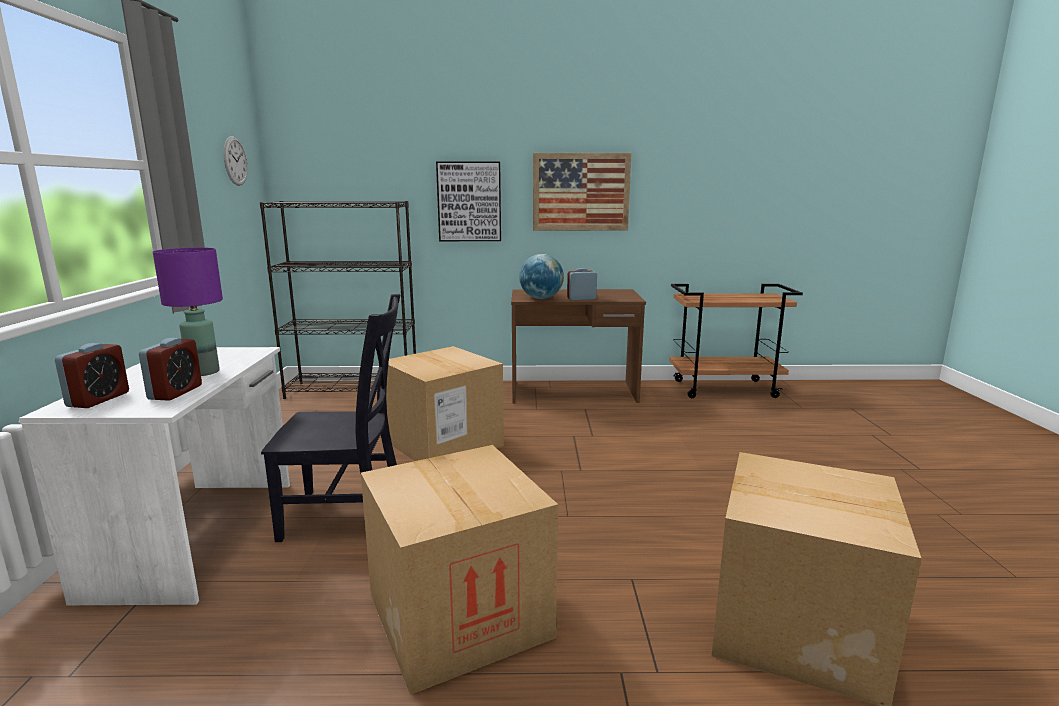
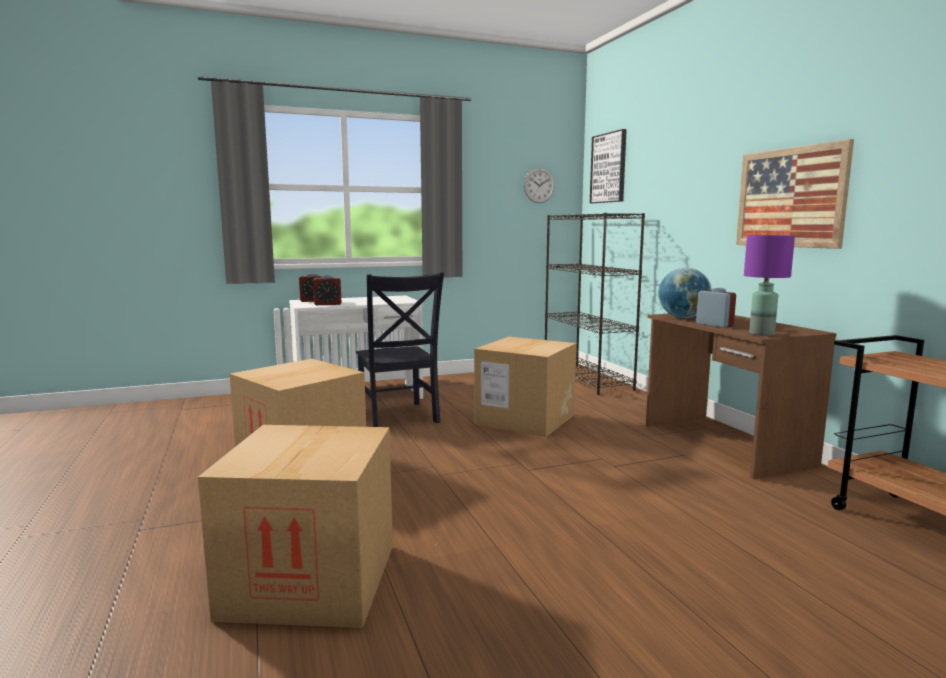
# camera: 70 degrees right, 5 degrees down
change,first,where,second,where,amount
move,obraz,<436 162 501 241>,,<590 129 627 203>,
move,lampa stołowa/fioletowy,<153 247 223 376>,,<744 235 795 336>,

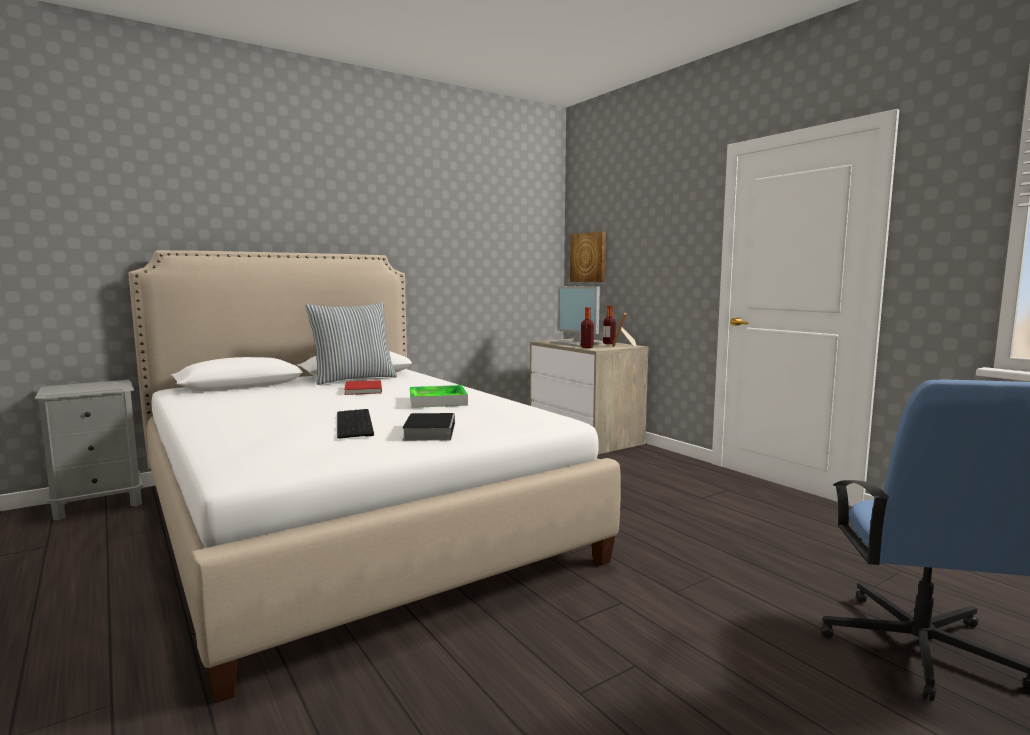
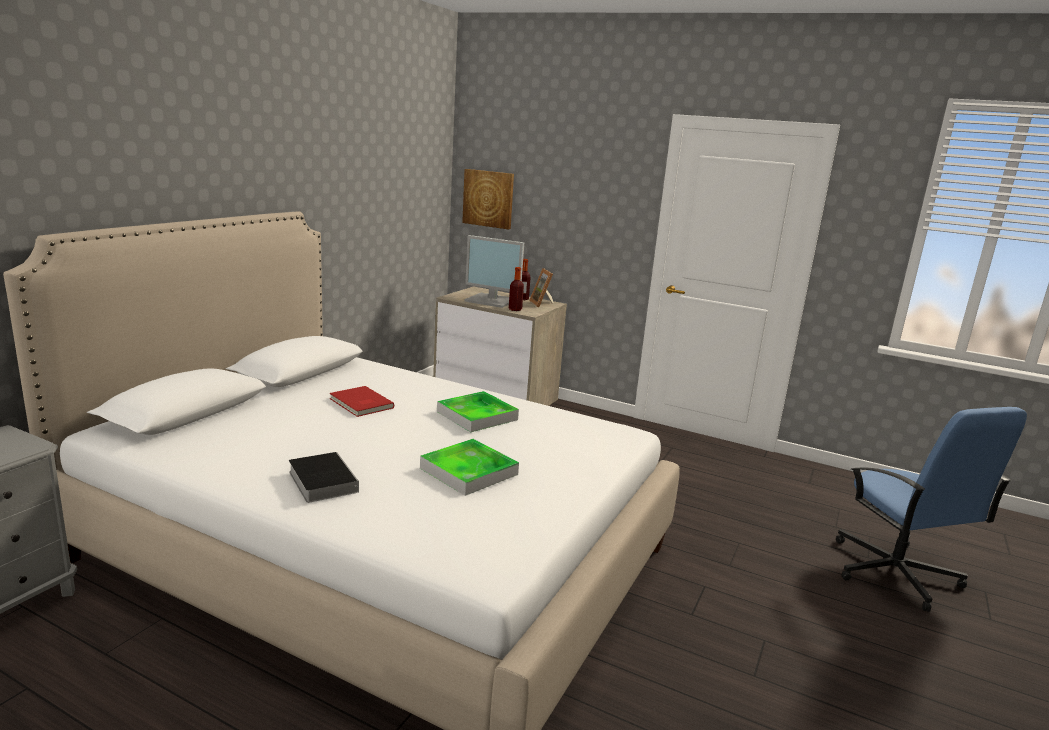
# camera: 30 degrees left, 10 degrees up
change,first,where,second,where,amount
delete,poduszka,<305 302 397 385>,,,
replace,klawiatura,<337 409 374 439>,taca,<420 439 519 496>,
move,książka,<402 413 455 441>,,<289 452 359 503>,

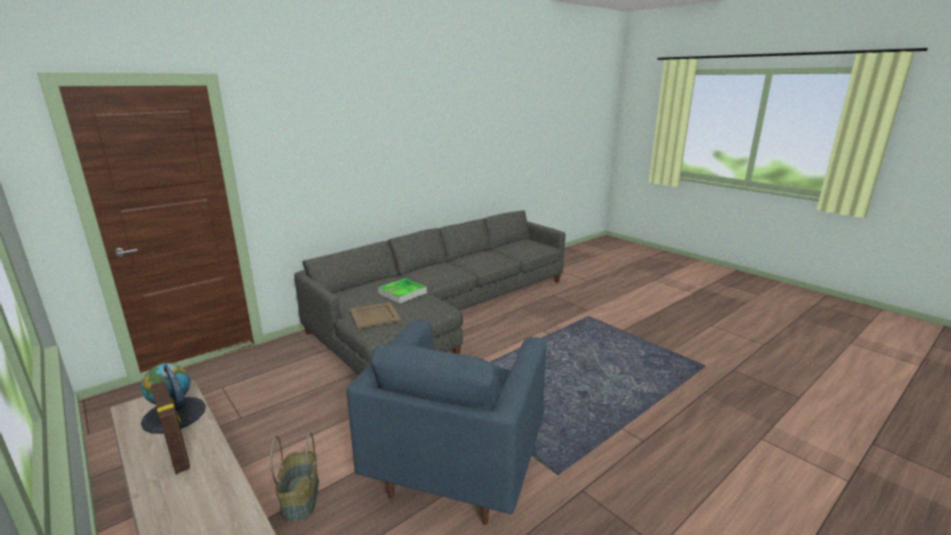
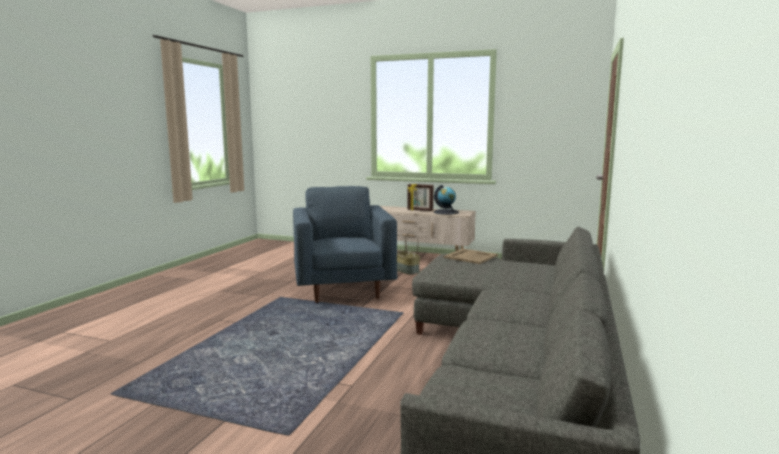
# camera: 150 degrees right, 10 degrees down
change,first,where,second,where,amount
delete,taca,<378 278 427 304>,,,

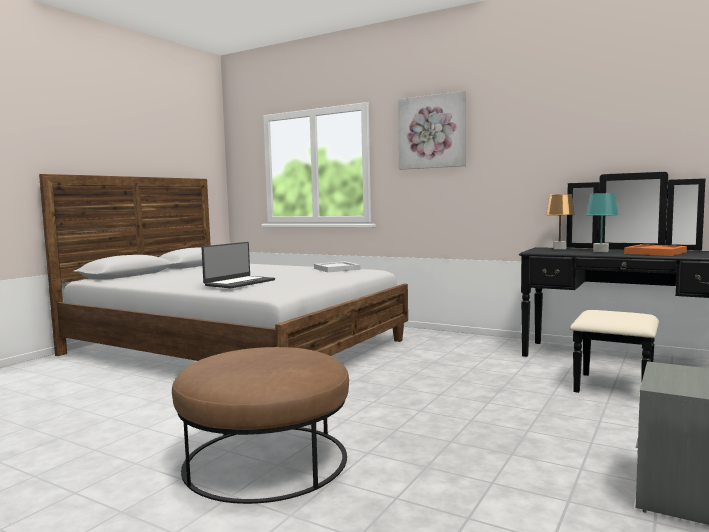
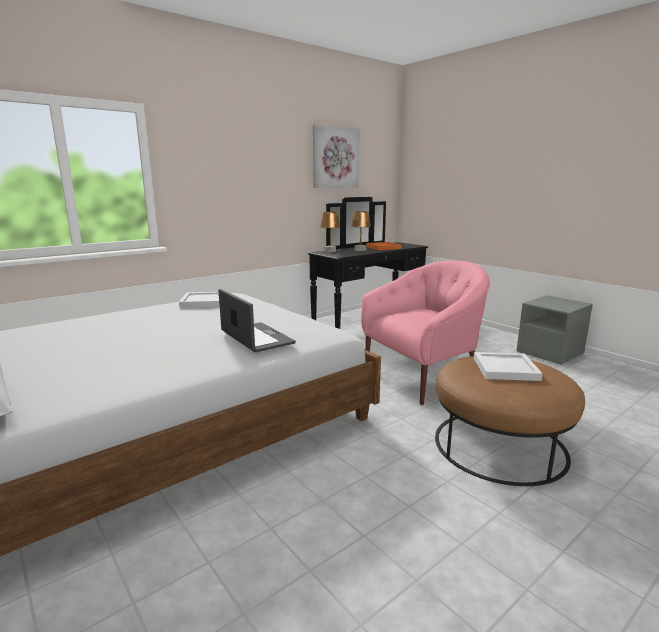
# camera: 70 degrees left, 10 degrees up
change,first,where,second,where,amount
move,obraz,<398 91 466 170>,,<313 124 360 188>,
recolor,lampa stołowa/turkusowy,<586 193 619 252>,lampa stołowa/brązowy,<351 211 371 251>,
insert,,,fotel/różowy,<361 260 490 405>,
insert,,,taca/biały,<474 352 543 381>,

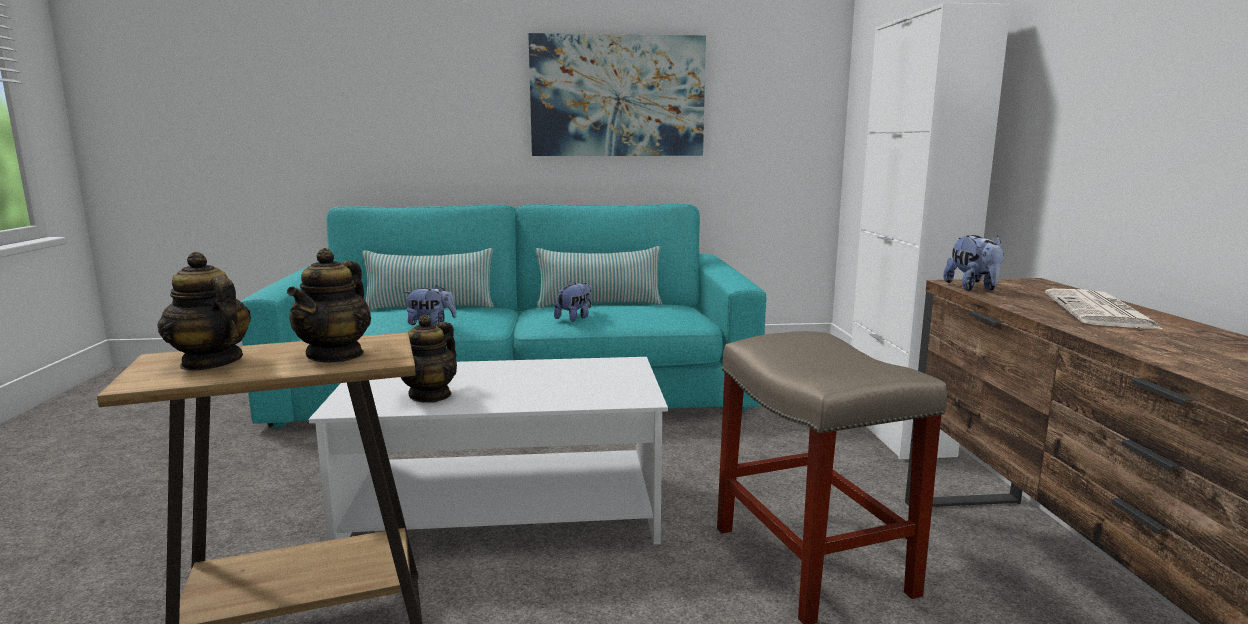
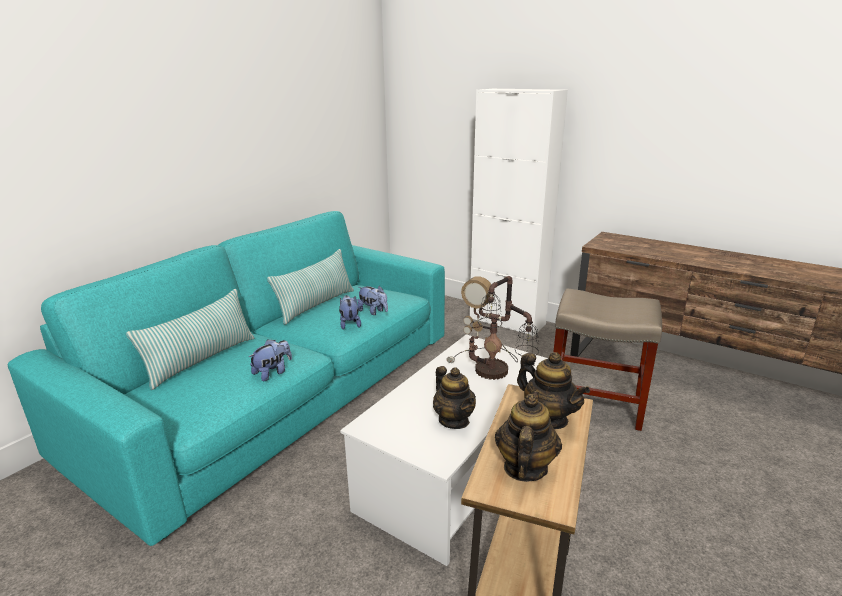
# camera: 50 degrees left, 10 degrees up
change,first,where,second,where,amount
delete,obraz,<528 33 706 156>,,,
move,pluszak,<943 235 1004 291>,,<357 286 388 315>,
rotate,imbryk,<157 252 251 371>,,<495 391 562 482>,120 degrees clockwise
delete,gazeta,<1045 289 1162 329>,,,
insert,,,lampa stołowa,<446 276 539 380>,

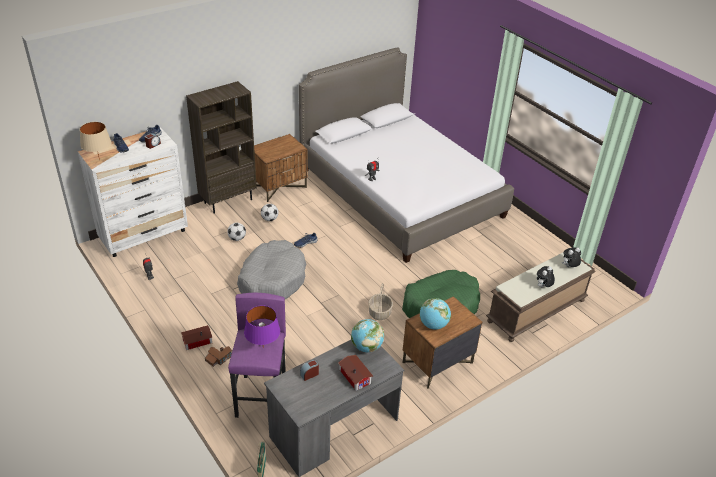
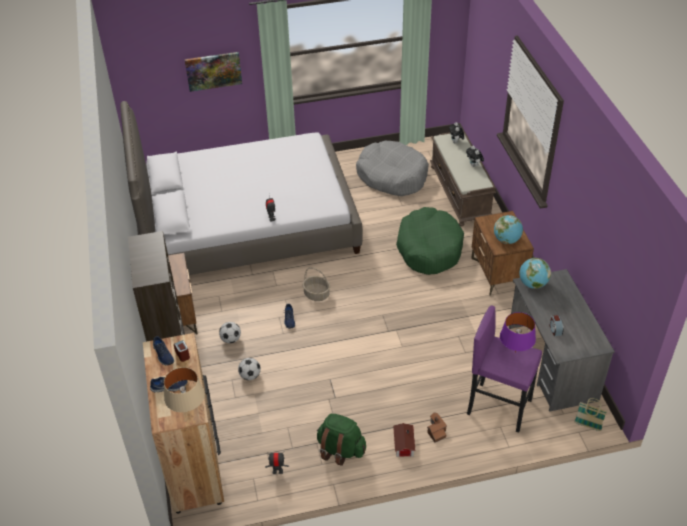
# camera: 65 degrees left, 5 degrees up
change,first,where,second,where,amount
recolor,komoda/biały,<78 127 188 257>,komoda/brązowy,<143 333 224 514>,
move,legowisko/szary,<237 240 306 299>,,<356 141 429 196>,
move,koszyk,<368 284 393 320>,,<303 267 330 301>,
delete,domek,<338 355 373 391>,,,
insert,,,obraz,<185 52 242 92>,
insert,,,plecak/zielony,<317 414 366 466>,

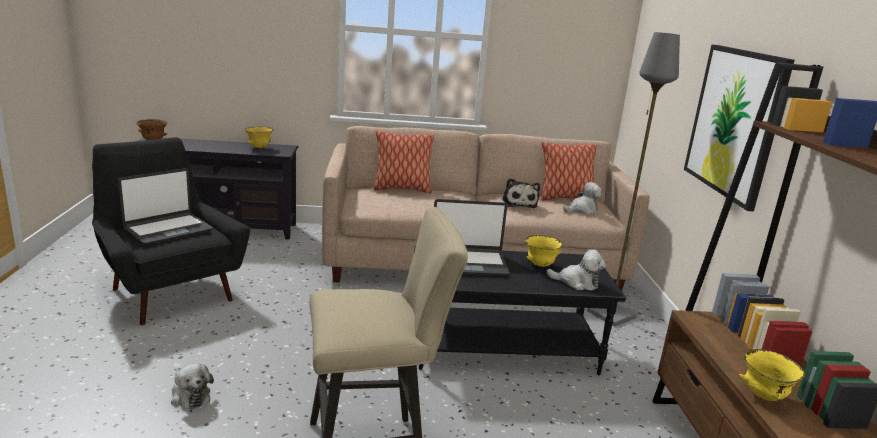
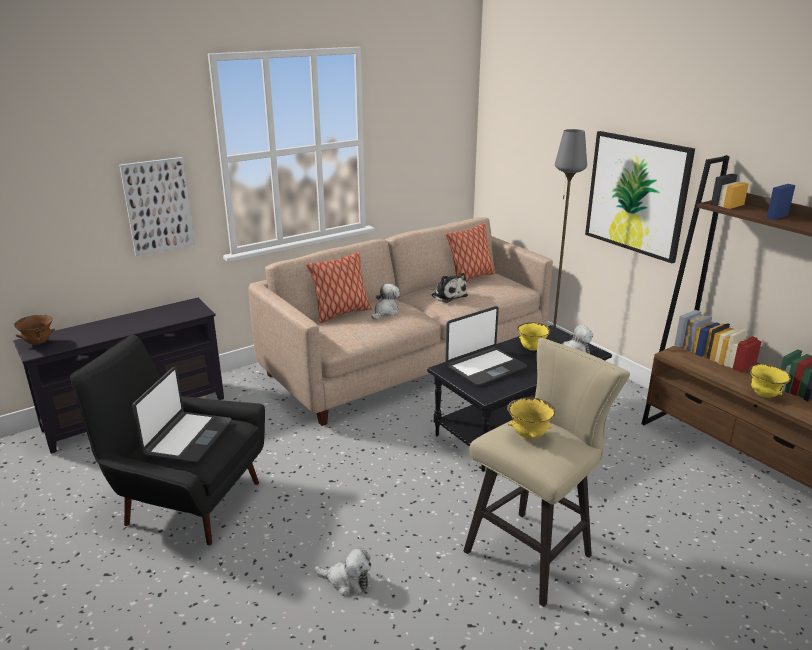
# camera: 30 degrees left, 5 degrees up
change,first,where,second,where,amount
move,miska/żółty,<245 126 273 149>,,<507 397 555 439>,
move,pluszak,<563 182 602 215>,,<371 284 400 320>,
insert,,,obraz,<119 157 195 256>,

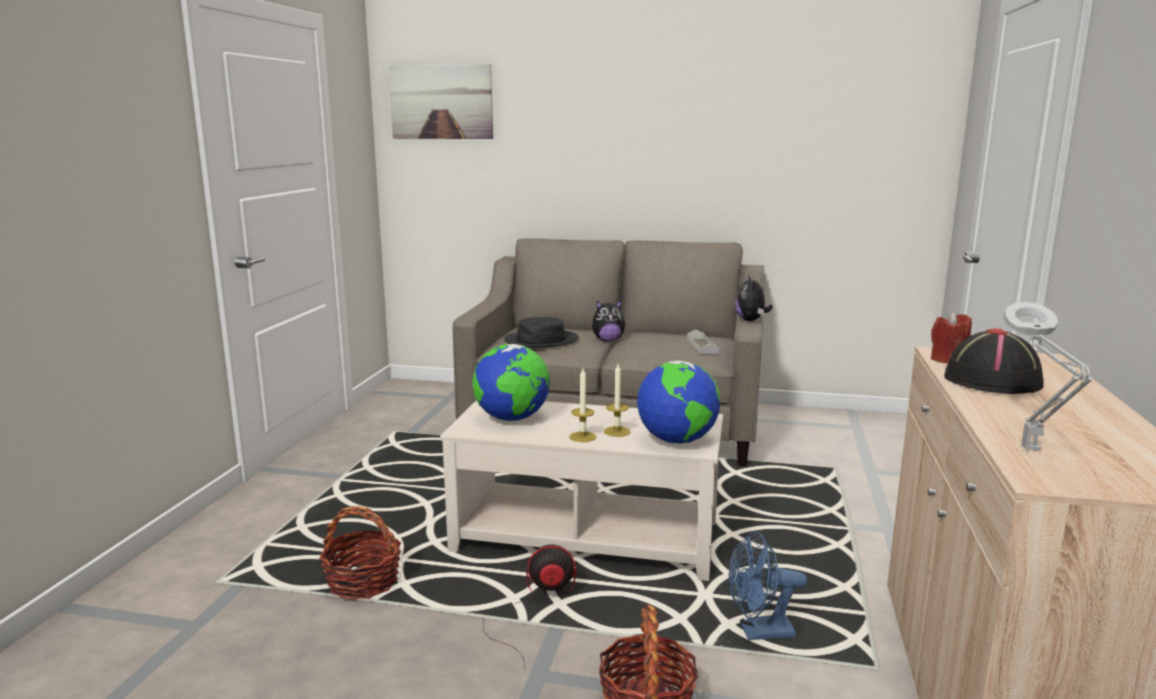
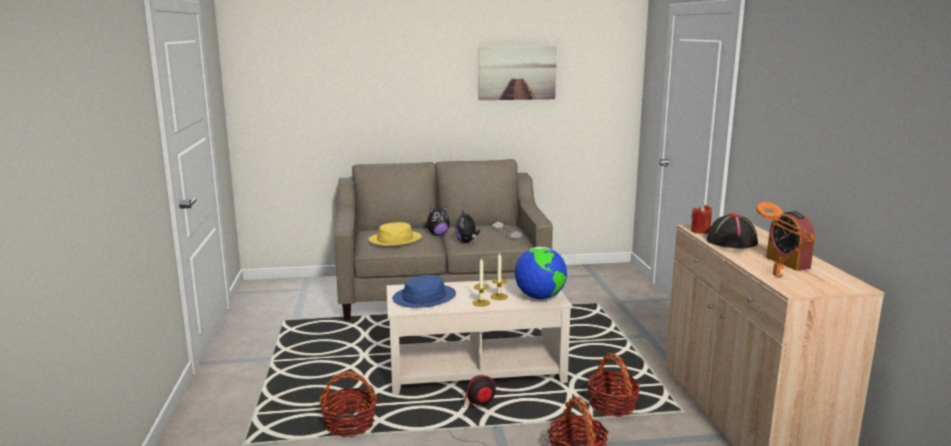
# camera: 20 degrees left, 0 degrees up
change,first,where,second,where,amount
move,obraz,<388 64 493 139>,,<479 46 557 100>,
move,pluszak,<735 276 773 321>,,<455 210 480 243>,
recolor,lampa stołowa/szary,<1003 302 1092 451>,lampa stołowa/pomarańczowy,<756 202 815 277>,
recolor,kapelusz/czarny,<504 317 579 348>,kapelusz/żółty,<368 222 422 246>,
replace,globus,<472 344 550 421>,kapelusz/niebieski,<392 275 456 308>,
replace,wentylator/niebieski,<728 531 807 640>,koszyk,<587 353 640 417>,
insert,,,budzik,<766 211 815 271>,

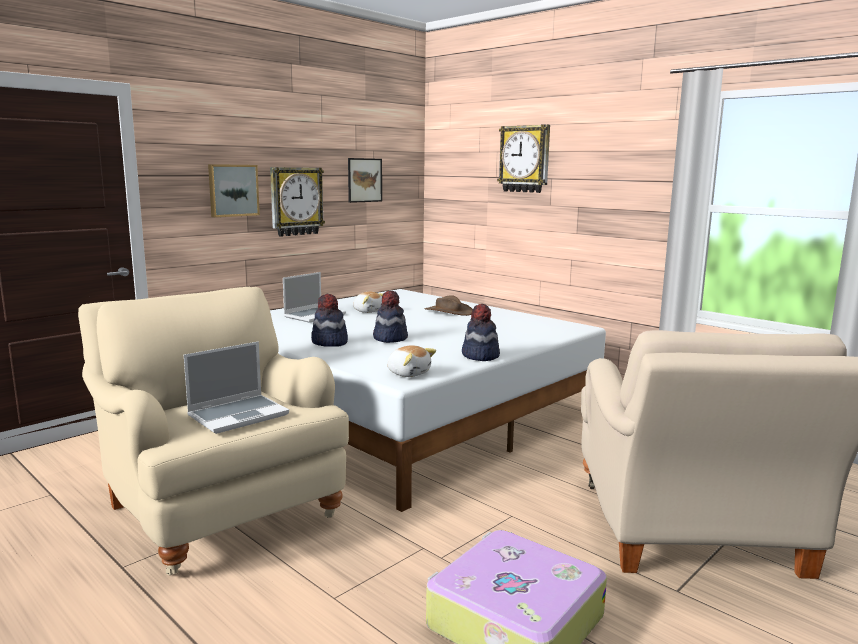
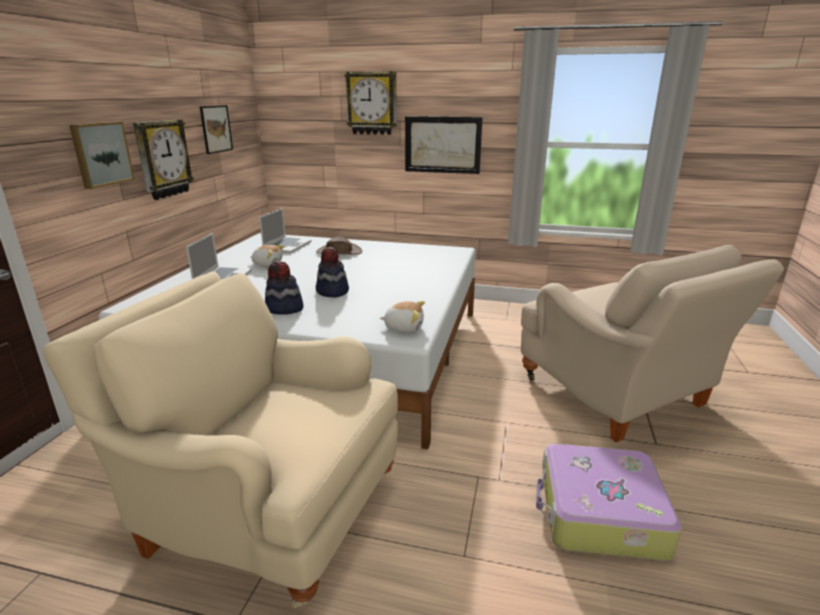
# camera: 30 degrees left, 10 degrees up
change,first,where,second,where,amount
delete,kapelusz,<462 304 500 361>,,,
move,laptop,<184 341 289 434>,,<259 208 312 253>,
insert,,,obraz,<405 116 483 174>,

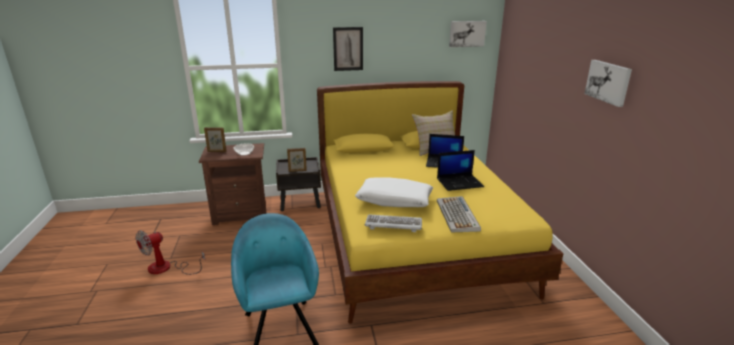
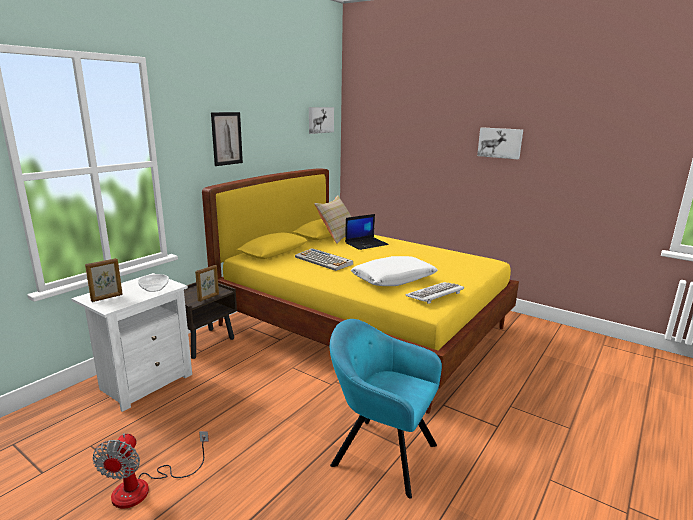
# camera: 45 degrees left, 5 degrees down
change,first,where,second,where,amount
recolor,szafka nocna/brązowy,<199 143 267 225>,szafka nocna/biały,<71 273 192 412>,
delete,laptop,<437 150 484 191>,,,
move,klawiatura,<437 196 481 233>,,<295 248 353 271>,

